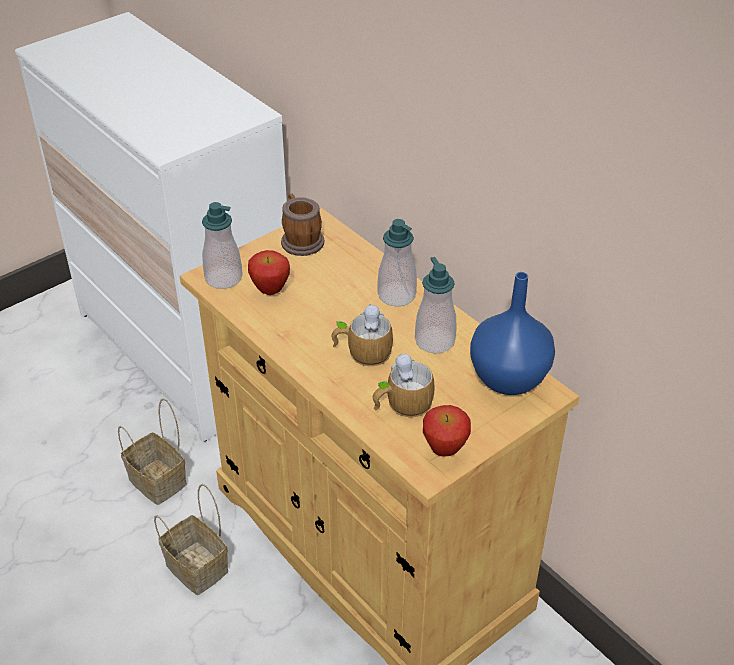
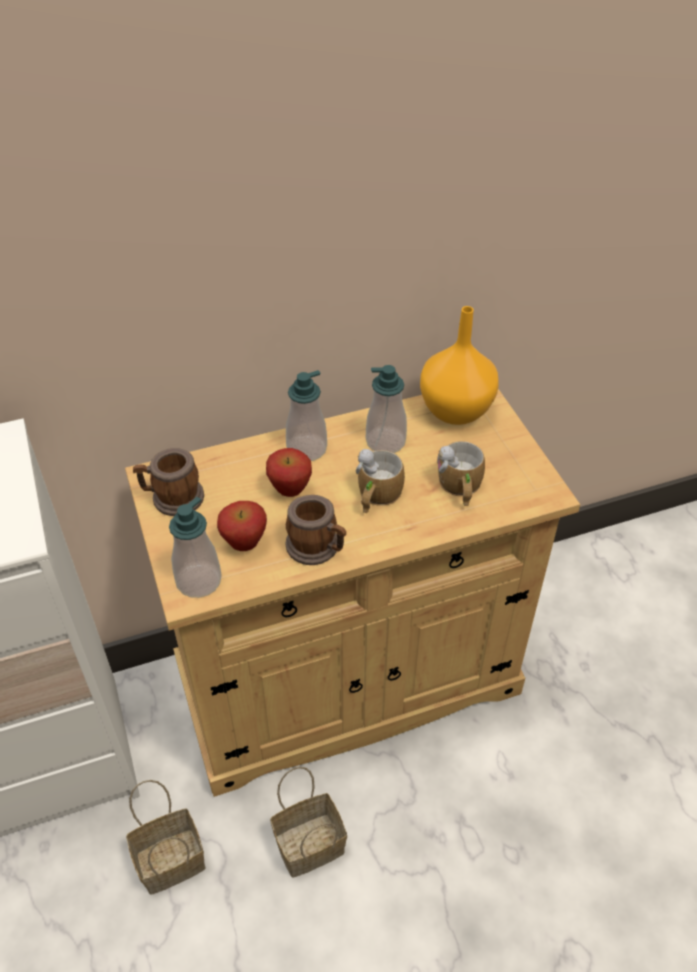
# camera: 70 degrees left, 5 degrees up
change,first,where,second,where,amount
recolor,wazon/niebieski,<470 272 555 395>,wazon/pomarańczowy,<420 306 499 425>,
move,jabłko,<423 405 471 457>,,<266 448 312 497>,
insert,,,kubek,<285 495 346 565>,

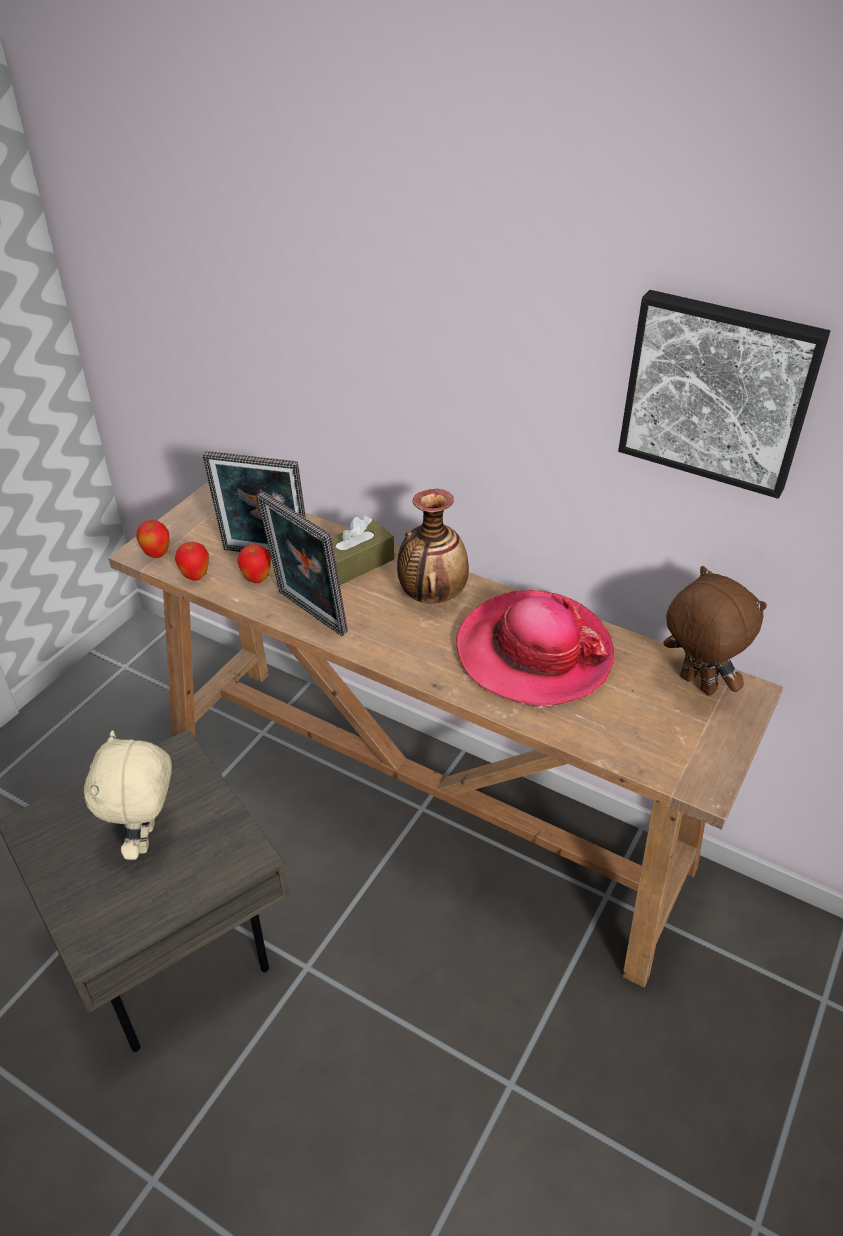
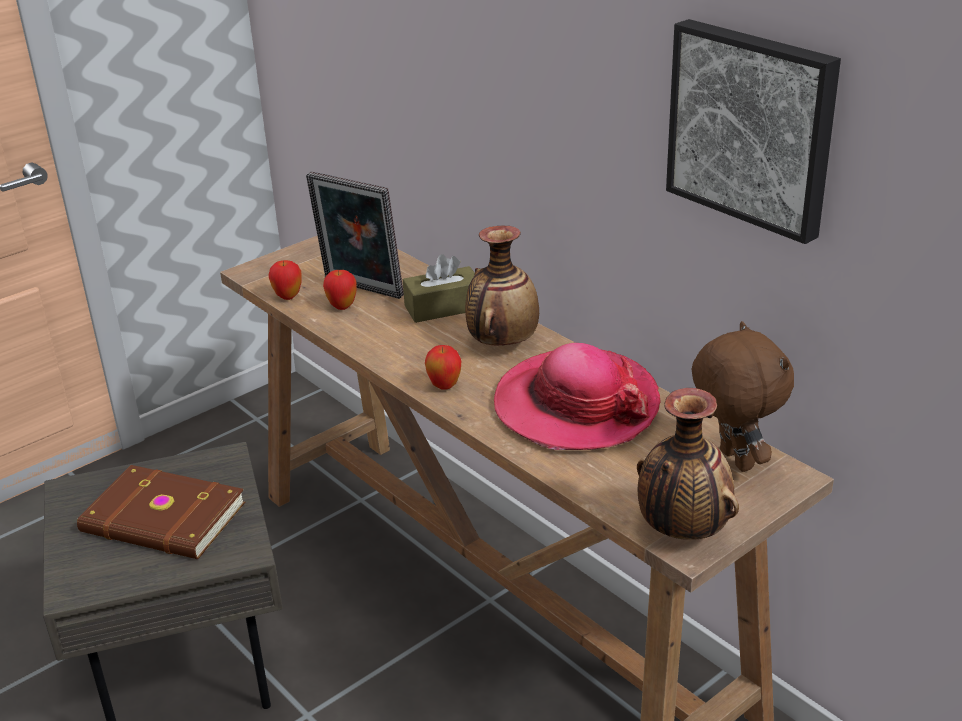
# camera: 20 degrees right, 10 degrees down
change,first,where,second,where,amount
delete,ramka na zdjęcie,<256 492 348 636>,,,
move,jabłko,<136 520 169 558>,,<425 345 461 390>,
replace,pluszak/beżowy,<84 730 172 860>,książka/brązowy,<77 465 246 559>,
insert,,,wazon,<637 388 739 540>,

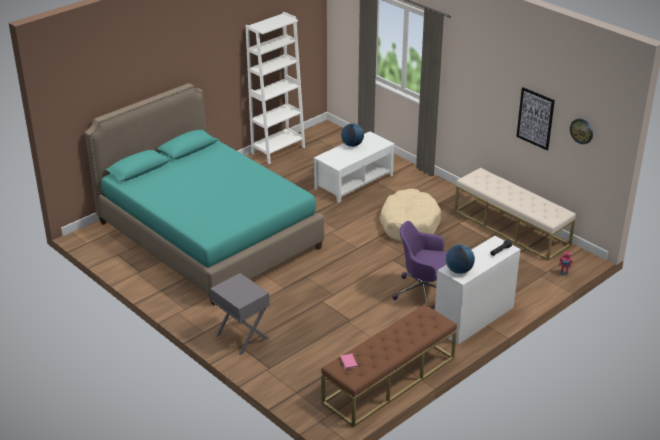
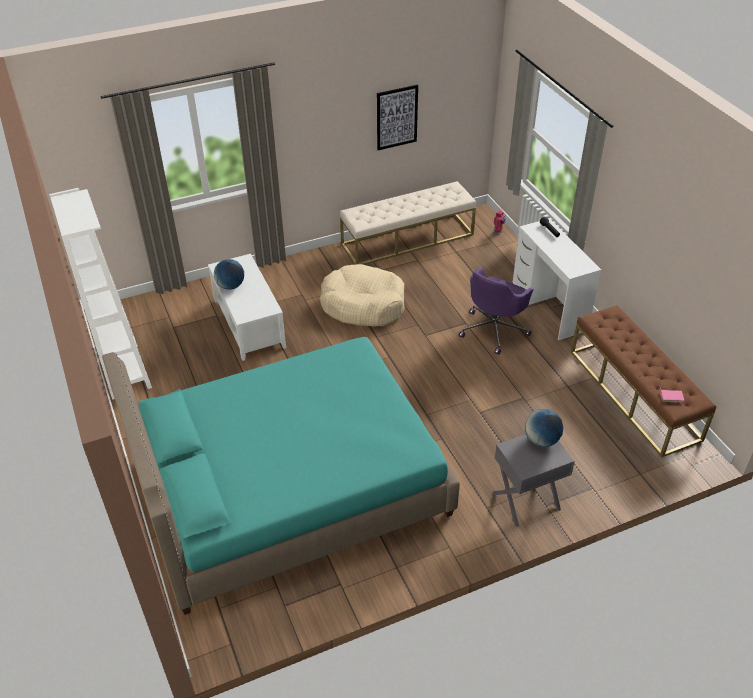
# camera: 70 degrees left, 10 degrees up
change,first,where,second,where,amount
delete,zegar ścienny,<570 119 593 144>,,,
move,globus,<445 245 475 274>,,<525 409 563 447>,

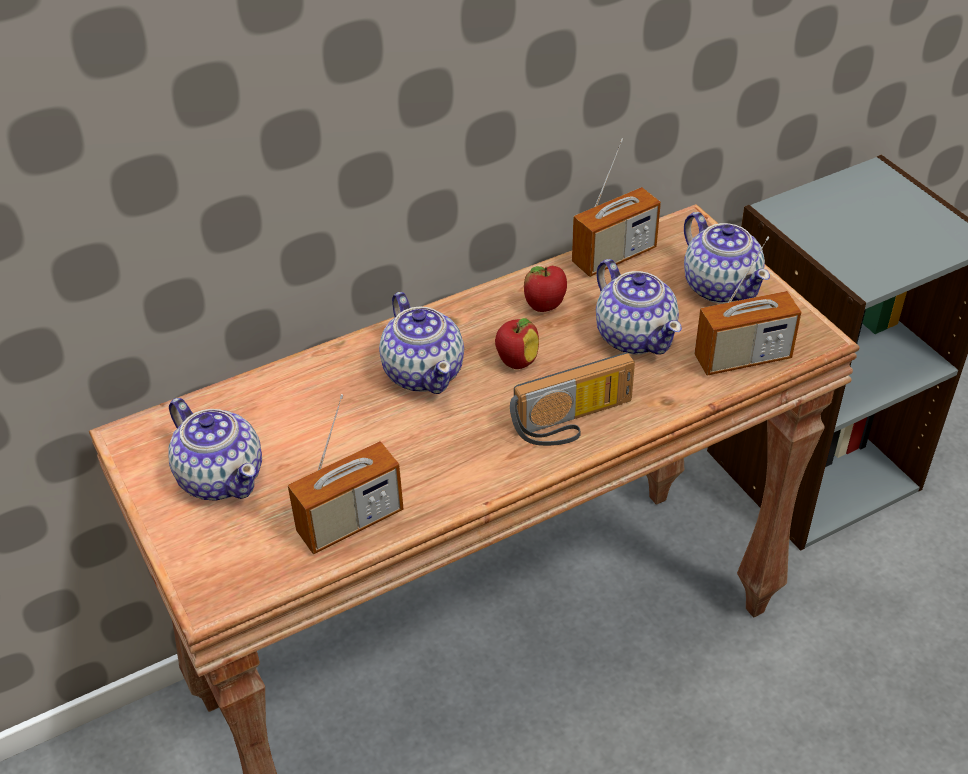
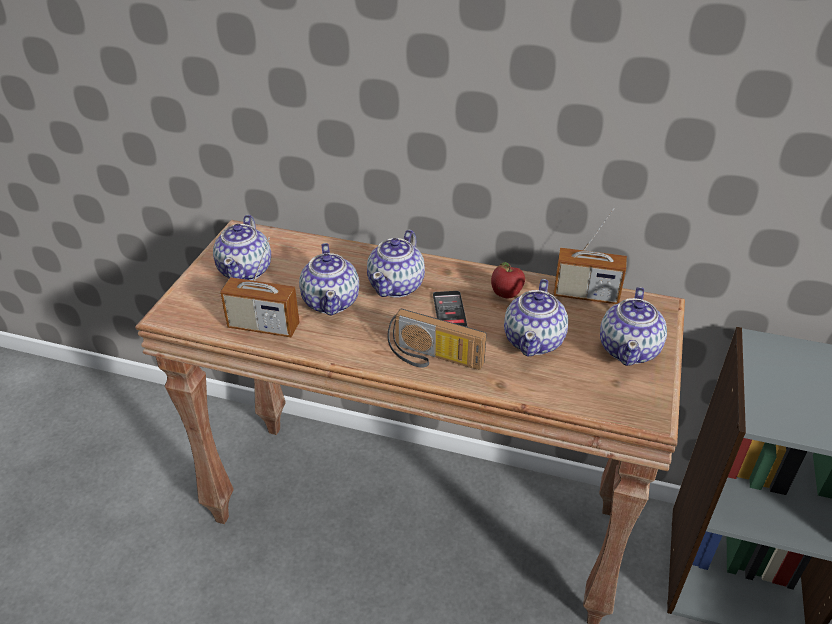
# camera: 45 degrees right, 5 degrees down
change,first,where,second,where,amount
delete,radio,<694 237 801 376>,,,
replace,jabłko,<495 318 539 369>,telefon,<433 291 467 327>,
insert,,,imbryk,<299 243 359 316>,

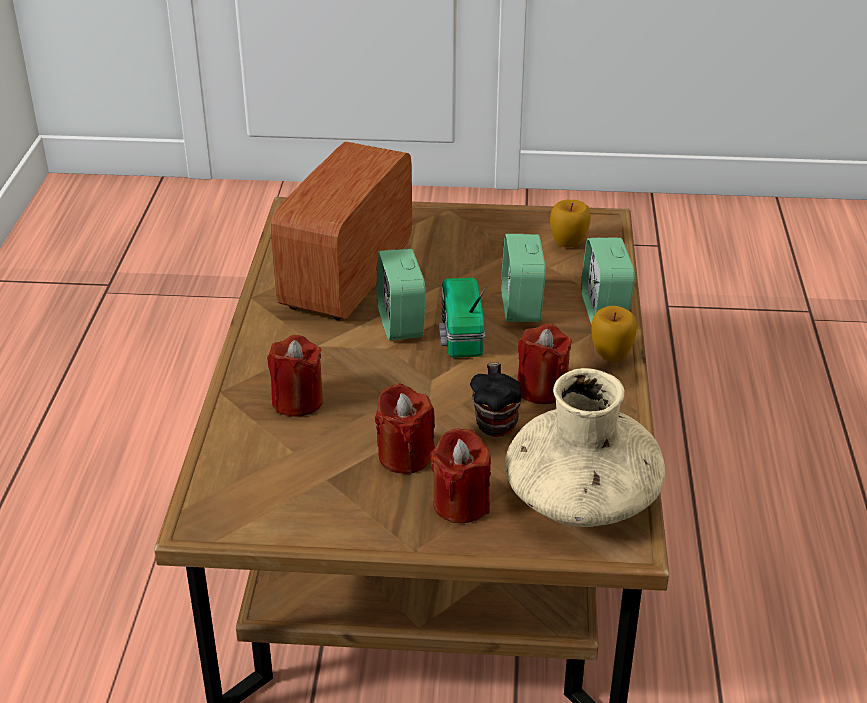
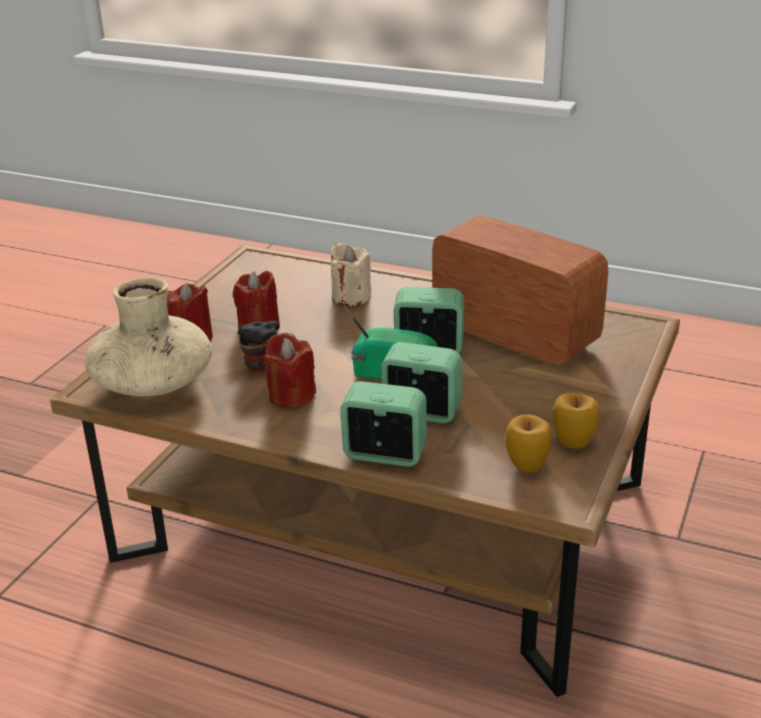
# camera: 110 degrees right, 5 degrees down
change,first,where,second,where,amount
move,jabłko,<591 306 637 362>,,<553 393 600 449>,
recolor,świeca/czerwony,<267 335 323 417>,świeca/beżowy,<330 243 371 306>,

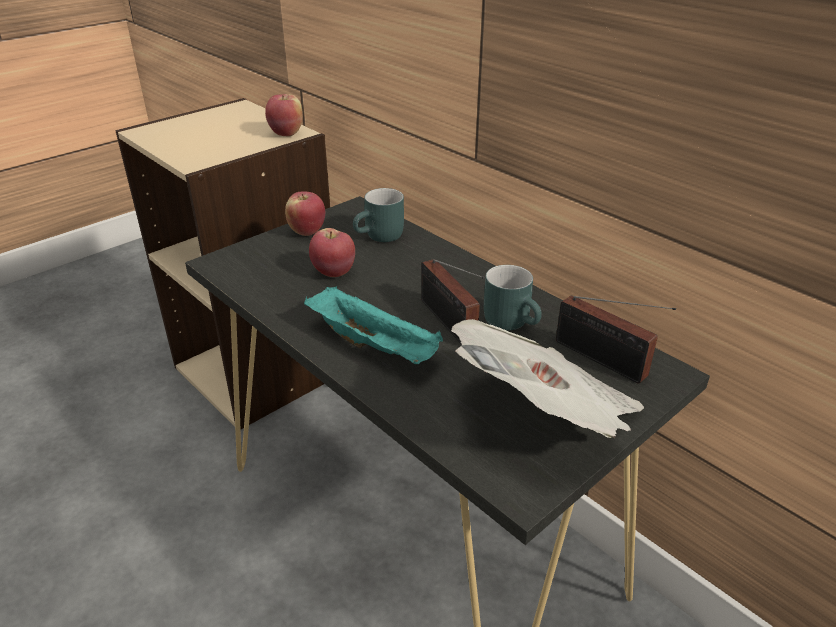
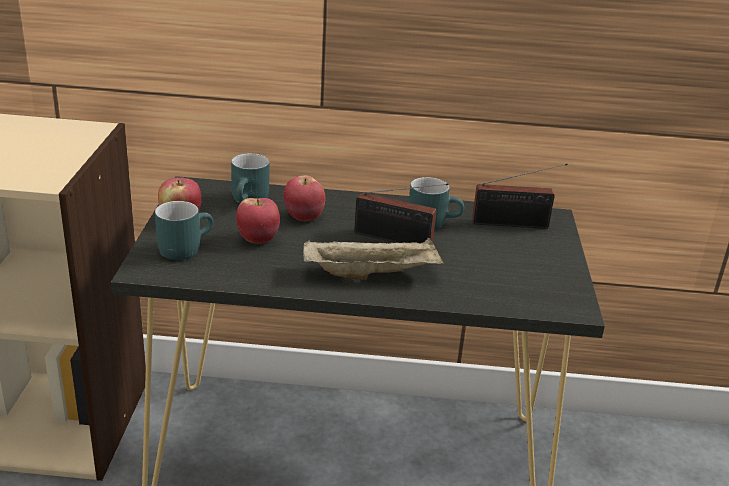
# camera: 45 degrees left, 5 degrees down
change,first,where,second,where,amount
move,jabłko,<265 94 303 136>,,<284 175 325 221>,
recolor,taca/turkusowy,<304 286 443 364>,taca/beżowy,<303 238 444 280>,
delete,gazeta,<451 319 644 438>,,,
insert,,,kubek/turkusowy,<155 201 213 260>,

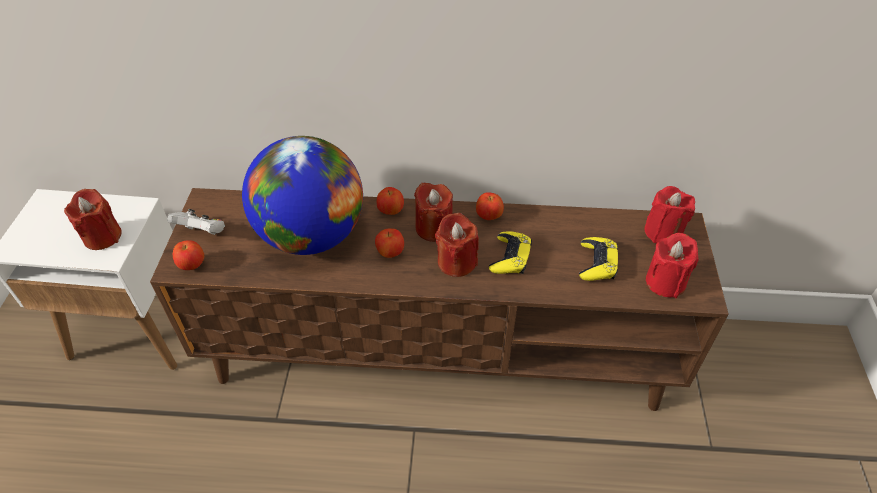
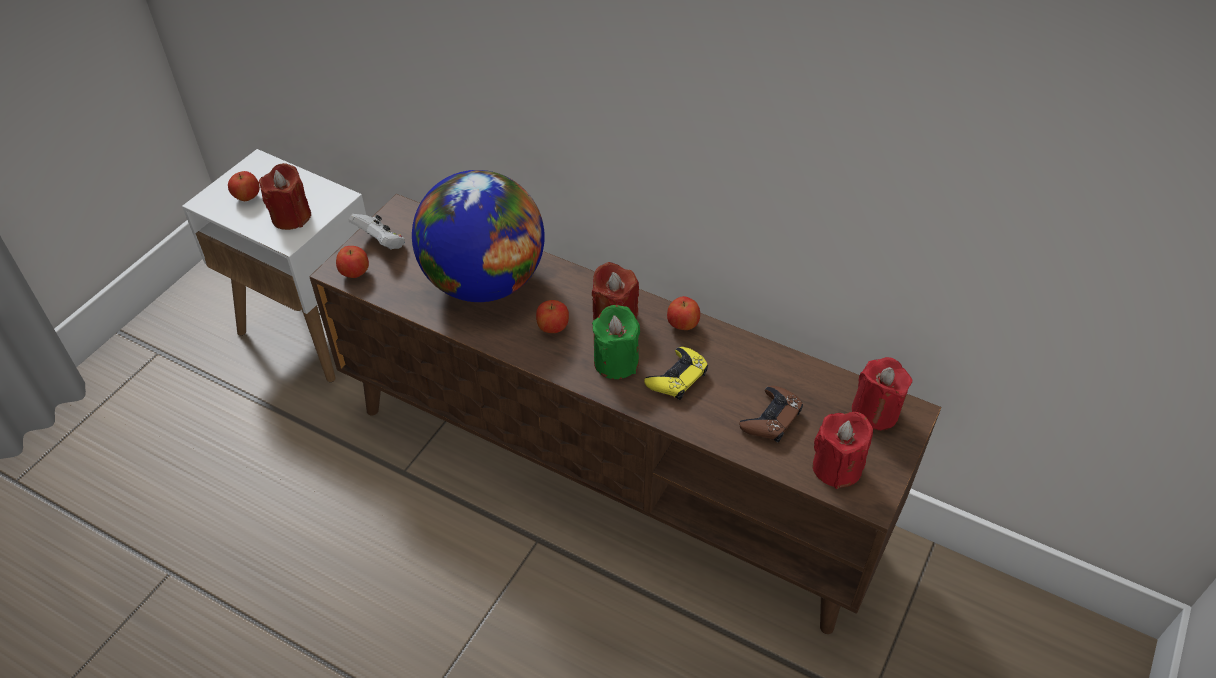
# camera: 25 degrees right, 0 degrees up
change,first,where,second,where,amount
move,jabłko,<377 187 404 215>,,<228 171 260 201>,
recolor,świeca/czerwony,<435 213 479 277>,świeca/zielony,<592 305 640 379>,
recolor,pad do gier/żółty,<579 237 618 281>,pad do gier/brązowy,<739 386 803 442>,

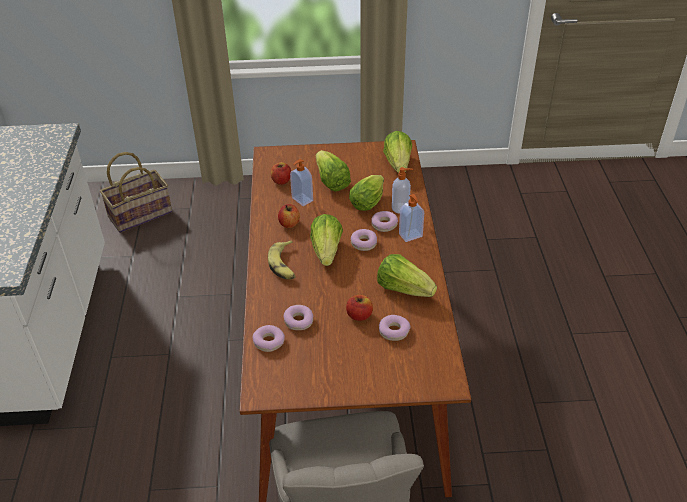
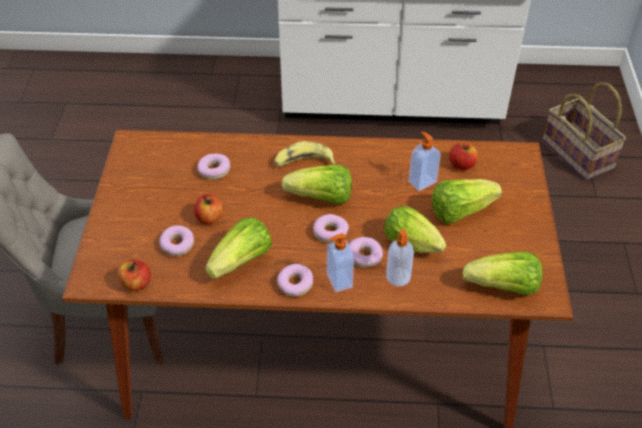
# camera: 95 degrees right, 5 degrees up
change,first,where,second,where,amount
move,jabłko,<278 204 300 228>,,<118 259 151 291>,
move,donut,<253 325 285 352>,,<277 264 313 297>,

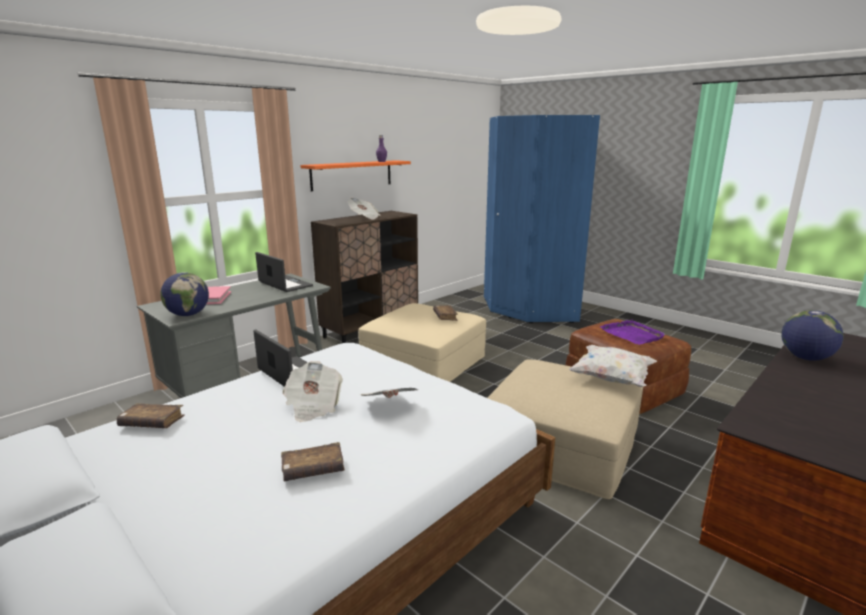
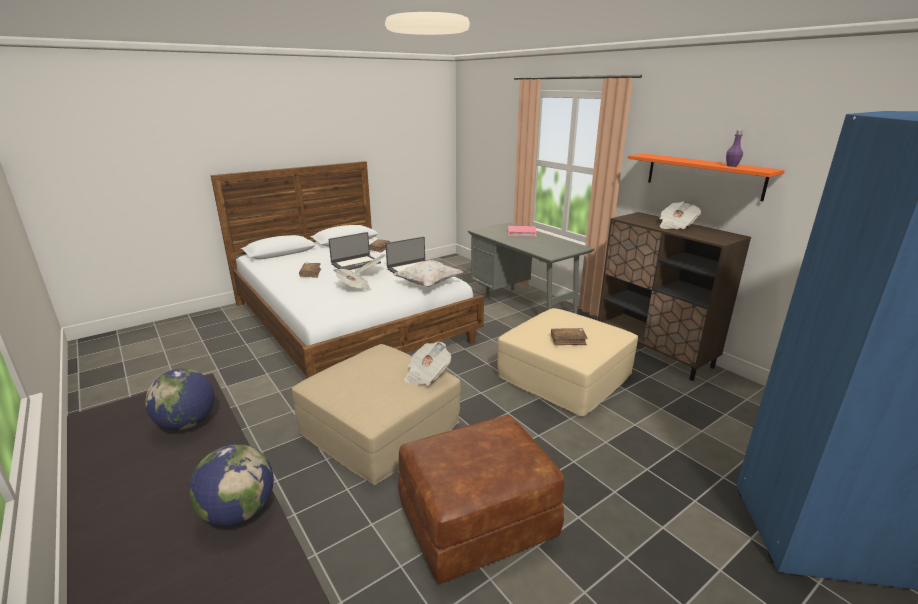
# camera: 100 degrees right, 5 degrees up
change,first,where,second,where,amount
move,laptop,<255 252 313 292>,,<329 232 381 270>,
move,globus,<160 272 209 316>,,<145 369 215 430>,
delete,taca/fioletowy,<600 320 665 345>,,,
move,poduszka/biały,<569 345 657 387>,,<393 260 463 287>,
insert,,,gazeta,<404 342 451 385>,

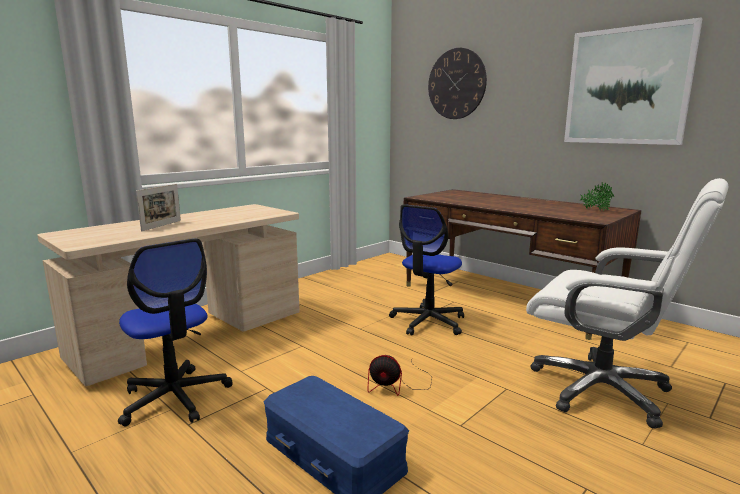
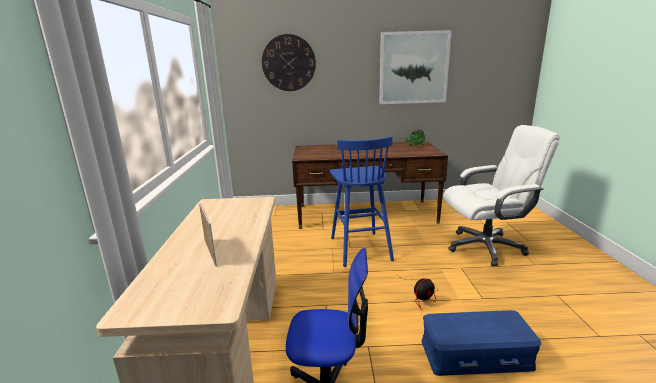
# camera: 45 degrees left, 5 degrees up
change,first,where,second,where,amount
replace,krzesło biurowe,<389 204 464 336>,stołek/niebieski,<330 136 394 267>,

